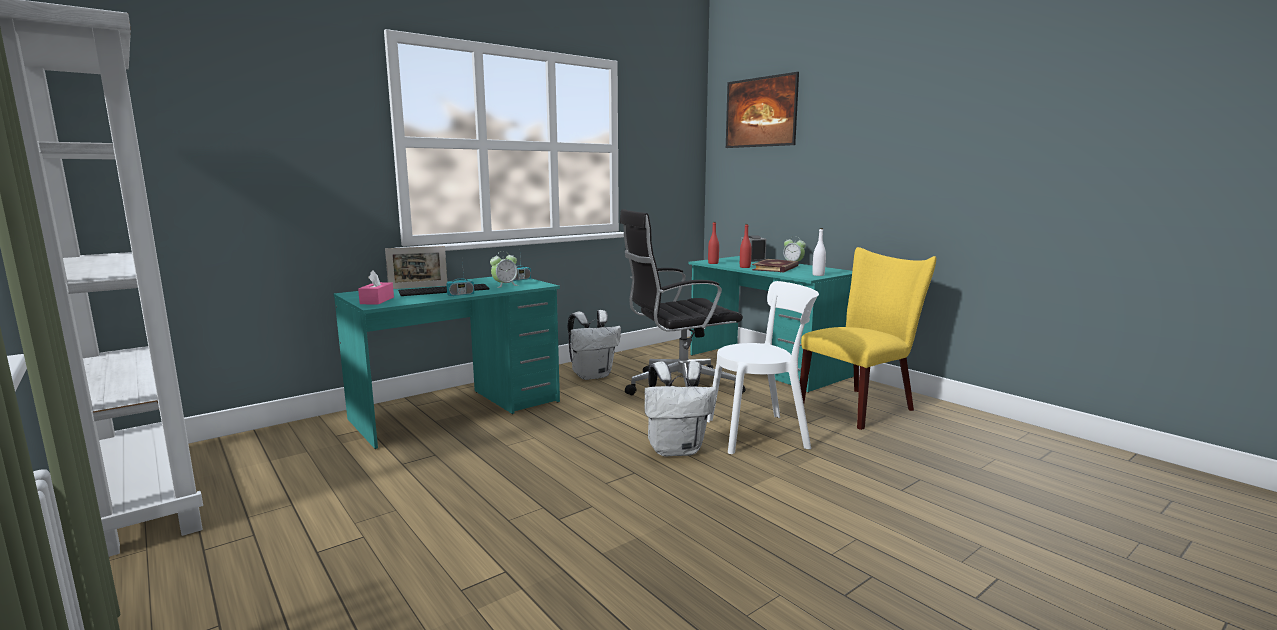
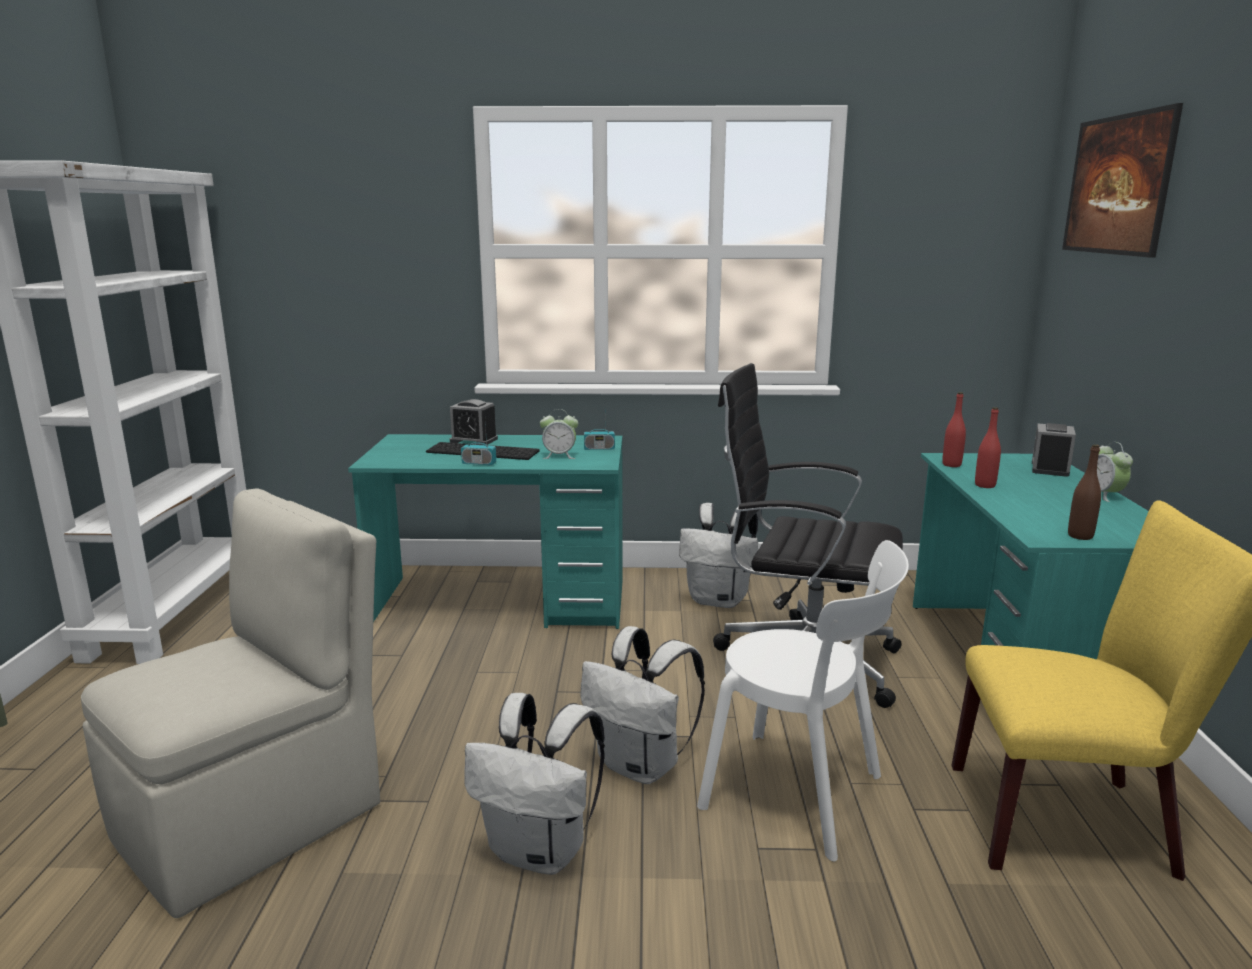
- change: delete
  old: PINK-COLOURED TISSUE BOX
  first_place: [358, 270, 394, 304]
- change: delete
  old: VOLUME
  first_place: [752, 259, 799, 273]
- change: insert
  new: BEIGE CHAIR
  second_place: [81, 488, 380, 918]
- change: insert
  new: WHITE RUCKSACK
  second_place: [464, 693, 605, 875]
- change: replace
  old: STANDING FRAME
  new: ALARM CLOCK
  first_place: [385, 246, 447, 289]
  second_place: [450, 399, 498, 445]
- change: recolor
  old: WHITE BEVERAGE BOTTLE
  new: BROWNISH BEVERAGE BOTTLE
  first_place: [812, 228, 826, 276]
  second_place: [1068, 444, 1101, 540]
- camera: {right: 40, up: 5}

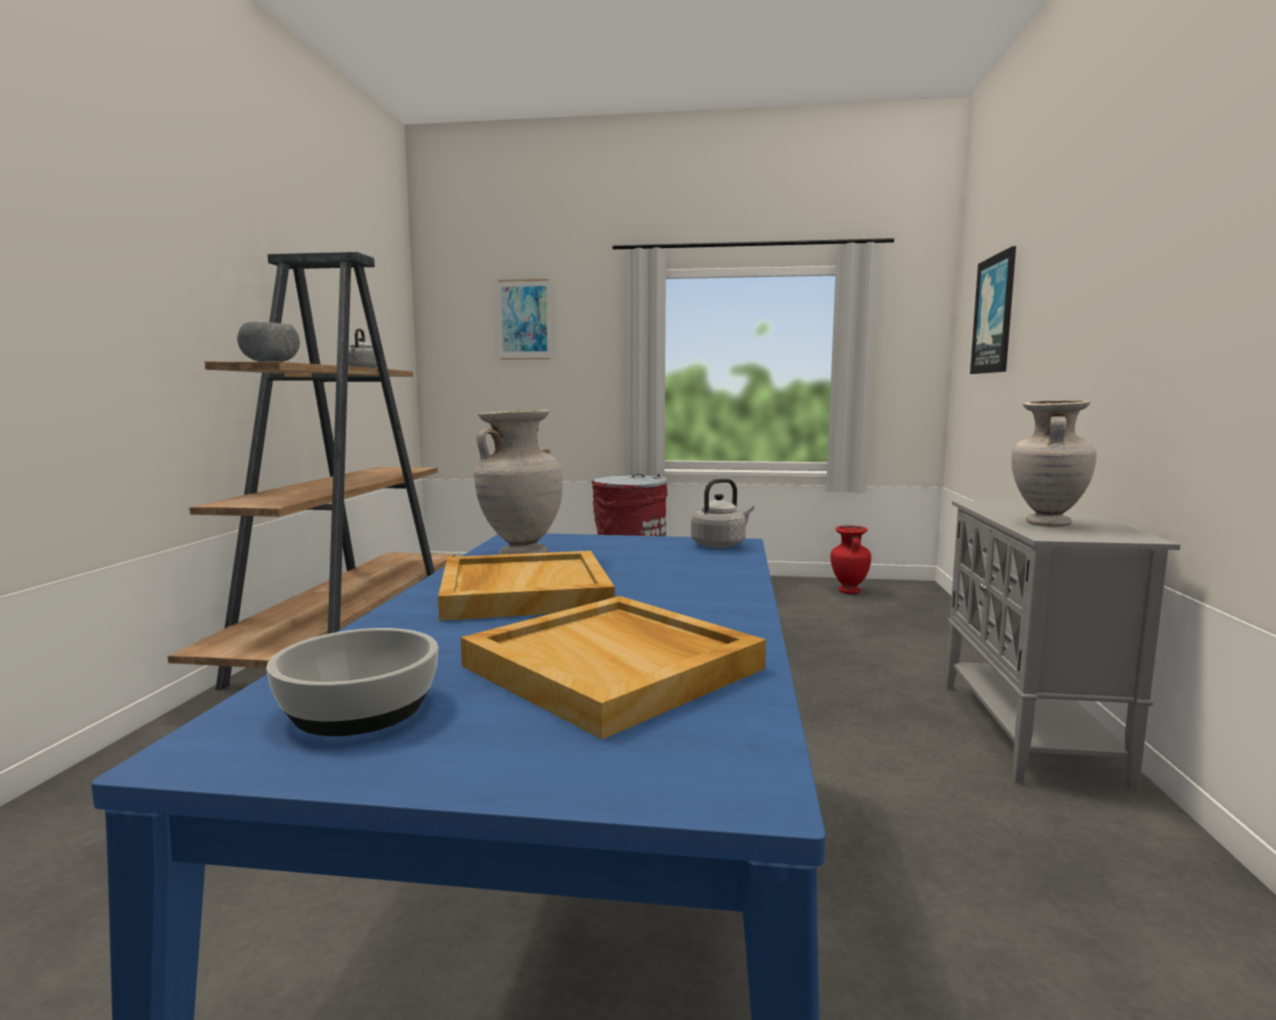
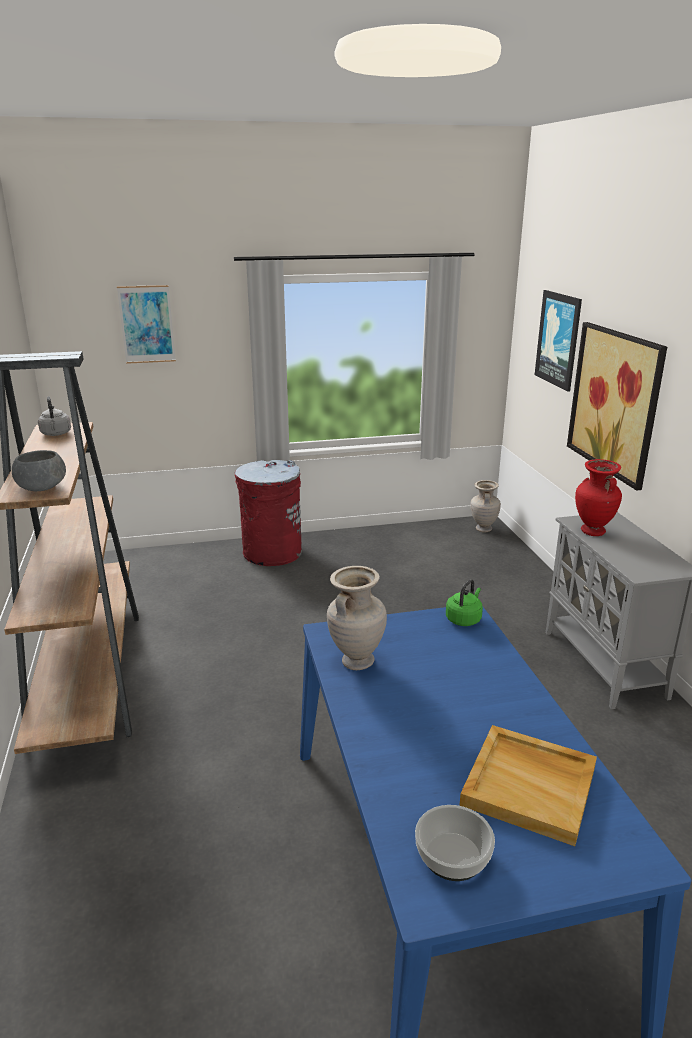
- change: delete
  old: BEIGE TRAY
  first_place: [438, 551, 615, 621]
- change: insert
  new: WALL ART
  second_place: [567, 322, 667, 491]
- change: move
  old: RED-COLOURED FLOWER VASE
  first_place: [830, 525, 871, 594]
  second_place: [575, 459, 622, 536]
- change: move
  old: BEIGE FLOWER VASE
  first_place: [1011, 401, 1097, 527]
  second_place: [470, 480, 501, 532]
- change: recolor
  old: GRAY KETTLE
  new: GREENISH KETTLE
  first_place: [691, 478, 754, 548]
  second_place: [446, 579, 483, 626]
- camera: {right: -20, up: 15}

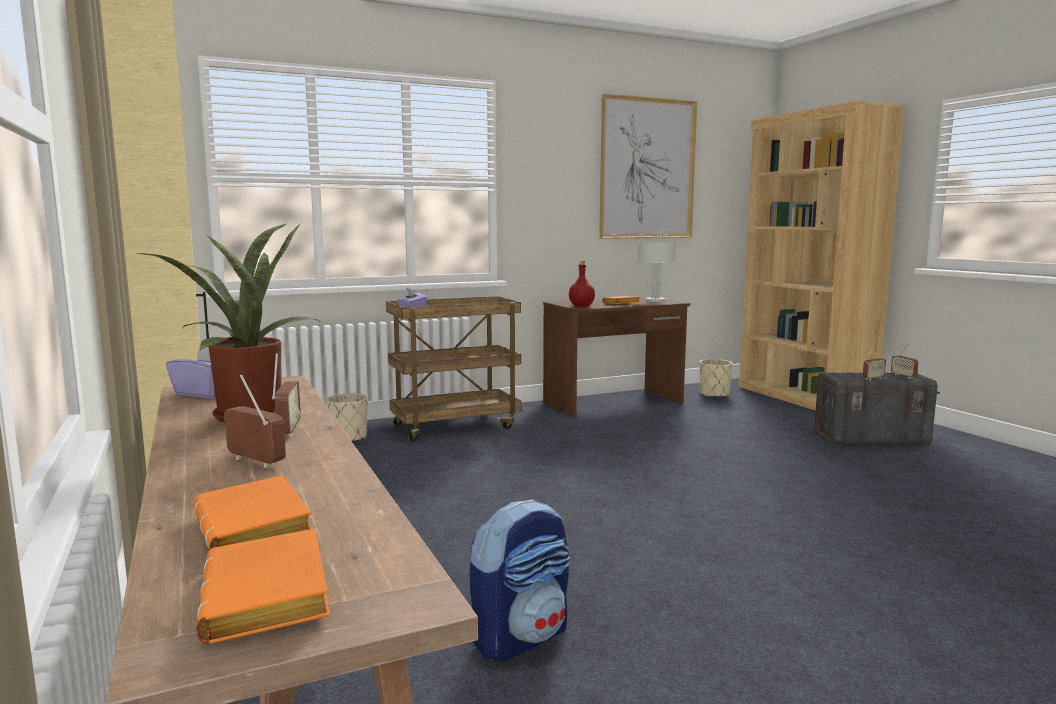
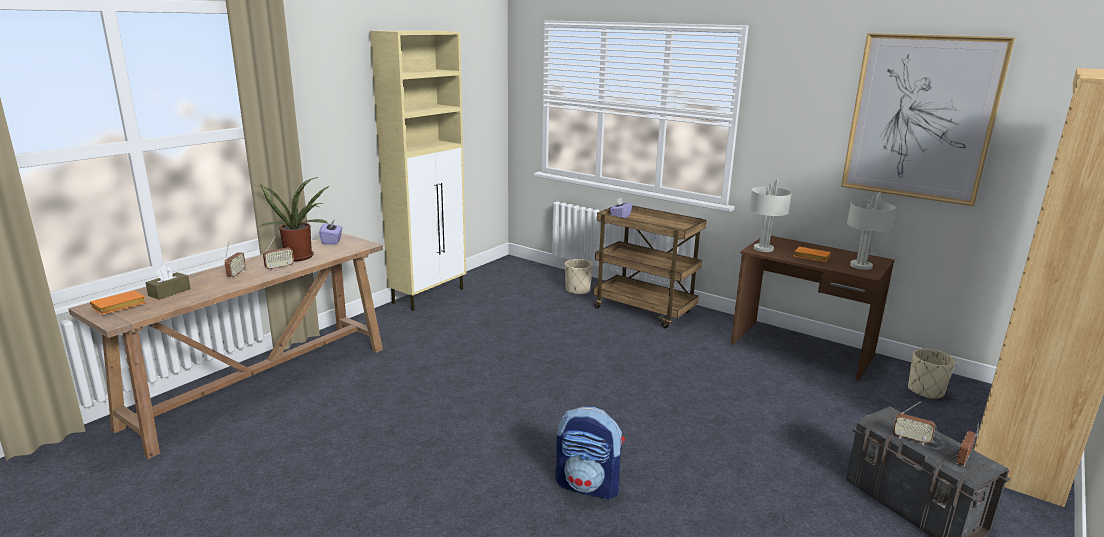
- change: move
  old: RUCKSACK
  first_place: [470, 499, 570, 661]
  second_place: [555, 406, 625, 500]
- change: replace
  old: ORANGE-COLOURED VOLUME
  new: BROWNISH TISSUE BOX
  first_place: [192, 475, 312, 550]
  second_place: [146, 265, 191, 300]
- change: replace
  old: RED-COLOURED BEVERAGE BOTTLE
  new: GRAY LAMP FOR A TABLE
  first_place: [569, 261, 595, 307]
  second_place: [749, 179, 792, 252]
- camera: {right: 60, up: 10}

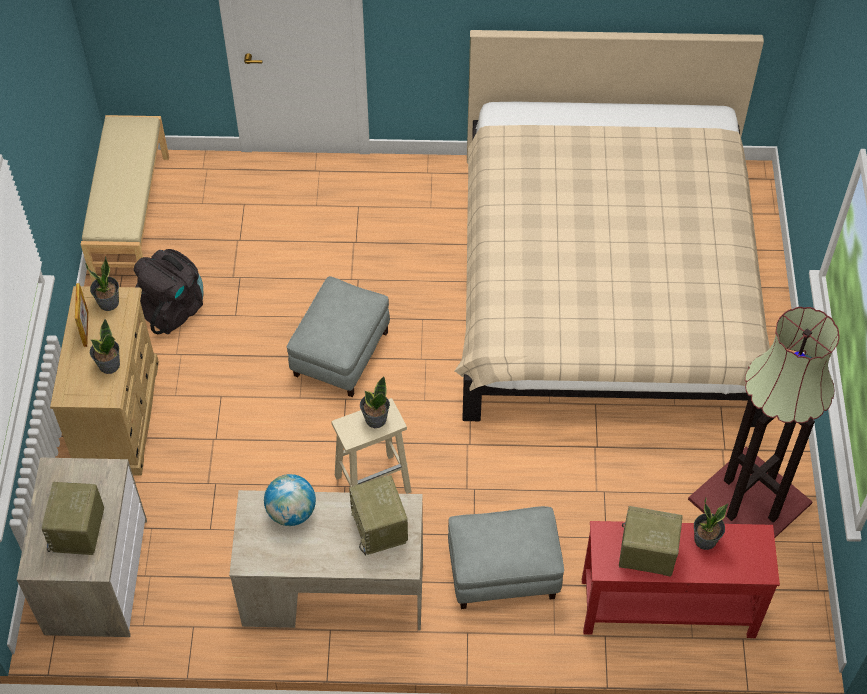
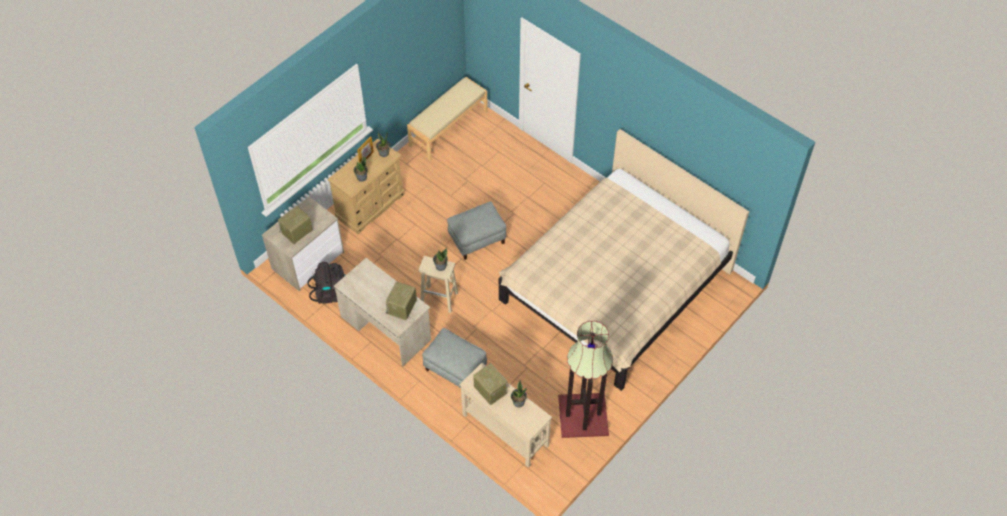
- change: delete
  old: DESK GLOBE
  first_place: [264, 474, 316, 526]
- change: move
  old: BLACKISH RUCKSACK
  first_place: [134, 249, 204, 334]
  second_place: [307, 262, 346, 304]
- change: recolor
  old: RED-COLOURED NARROW TABLE
  new: BEIGE NARROW TABLE
  first_place: [582, 521, 780, 638]
  second_place: [460, 363, 552, 468]
- camera: {right: 40, up: 0}

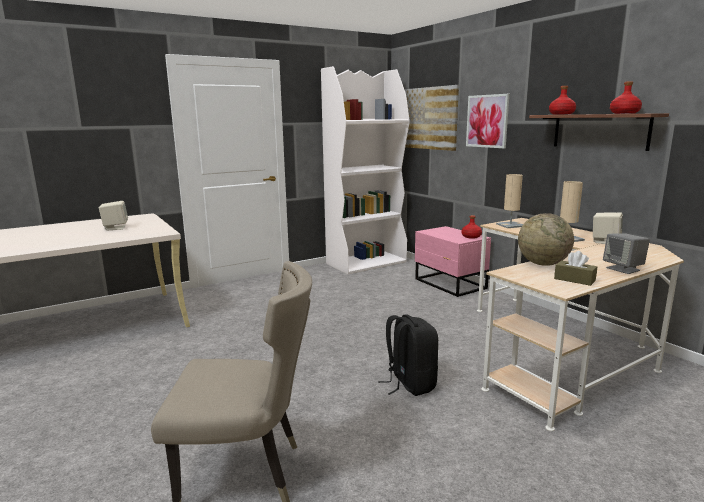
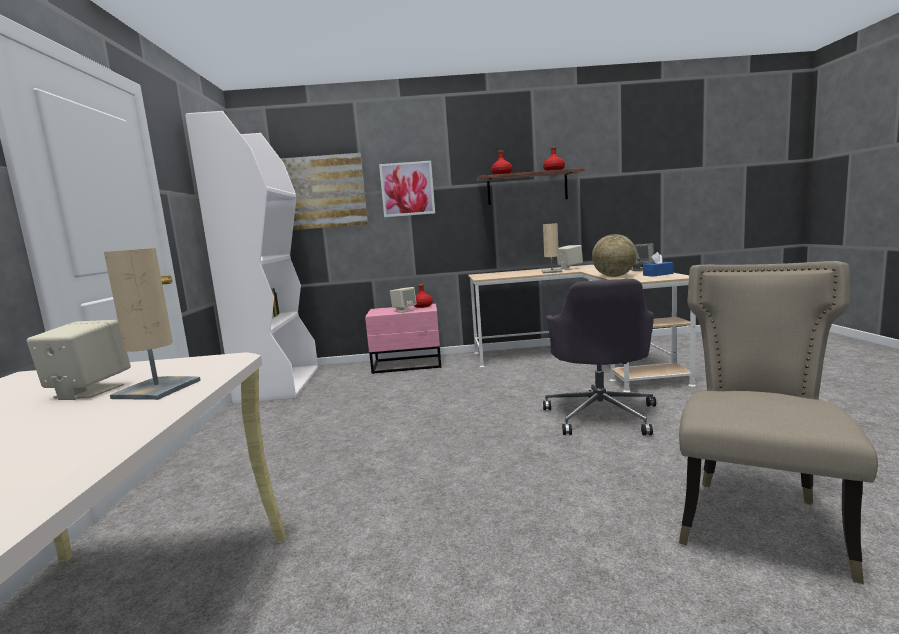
- change: insert
  new: BEIGE AUDIO SPEAKER
  second_place: [390, 287, 417, 313]
- change: move
  old: BEIGE LAMP FOR A TABLE
  first_place: [496, 174, 523, 228]
  second_place: [104, 248, 201, 400]
- change: replace
  old: BLACKISH RUCKSACK
  new: GRAY DESK CHAIR
  first_place: [378, 315, 438, 396]
  second_place: [543, 279, 656, 435]
- change: recolor
  old: BROWNISH TISSUE BOX
  new: BLUE-COLOURED TISSUE BOX
  first_place: [554, 251, 597, 286]
  second_place: [643, 252, 674, 277]
- camera: {right: -60, up: -5}

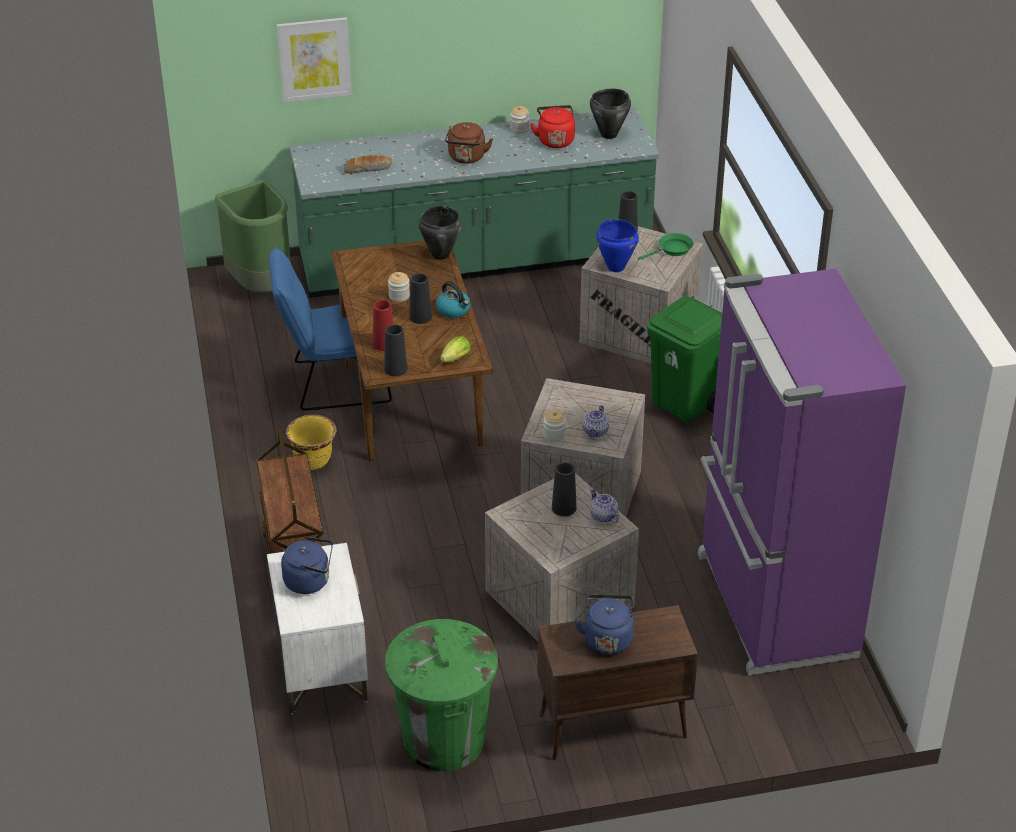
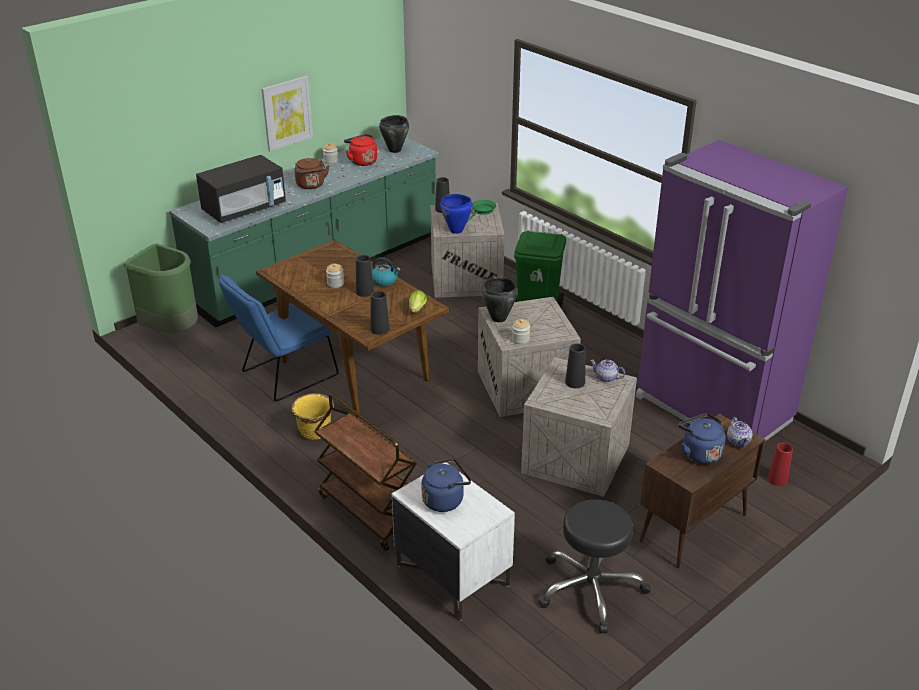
- change: move
  old: WALL ART
  first_place: [277, 17, 352, 102]
  second_place: [262, 76, 313, 151]
- change: move
  old: RED-COLOURED FLOWER VASE
  first_place: [373, 300, 393, 351]
  second_place: [768, 443, 793, 486]
- change: move
  old: BLACKISH STOCKPOT
  first_place: [419, 206, 461, 260]
  second_place: [481, 276, 518, 322]
- change: move
  old: POT FOR TEA
  first_place: [583, 405, 609, 437]
  second_place: [727, 417, 752, 447]
- change: replace
  old: BREAD
  new: BLACKISH MICROWAVE
  first_place: [344, 155, 392, 173]
  second_place: [196, 155, 286, 223]
- change: replace
  old: GREENISH RUBBISH BIN
  new: BLACKISH STOOL
  first_place: [385, 619, 498, 771]
  second_place: [539, 499, 651, 633]
- camera: {right: -30, up: -5}

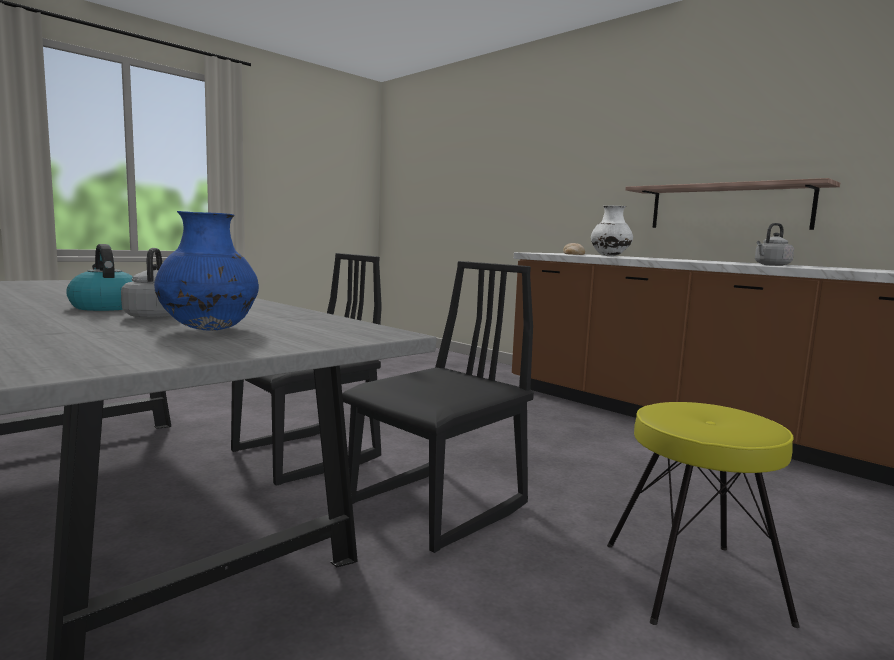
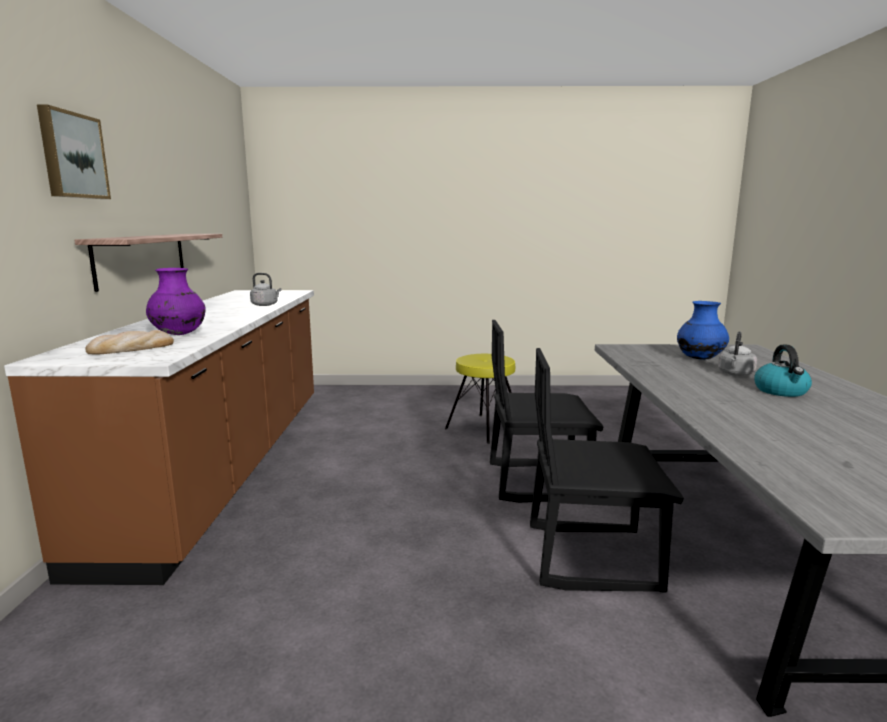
- change: insert
  new: WALL ART
  second_place: [37, 105, 111, 199]
- change: recolor
  old: WHITE FLOWER VASE
  new: PURPLE-COLOURED FLOWER VASE
  first_place: [591, 206, 633, 256]
  second_place: [146, 268, 206, 335]
- camera: {right: -135, up: 5}

